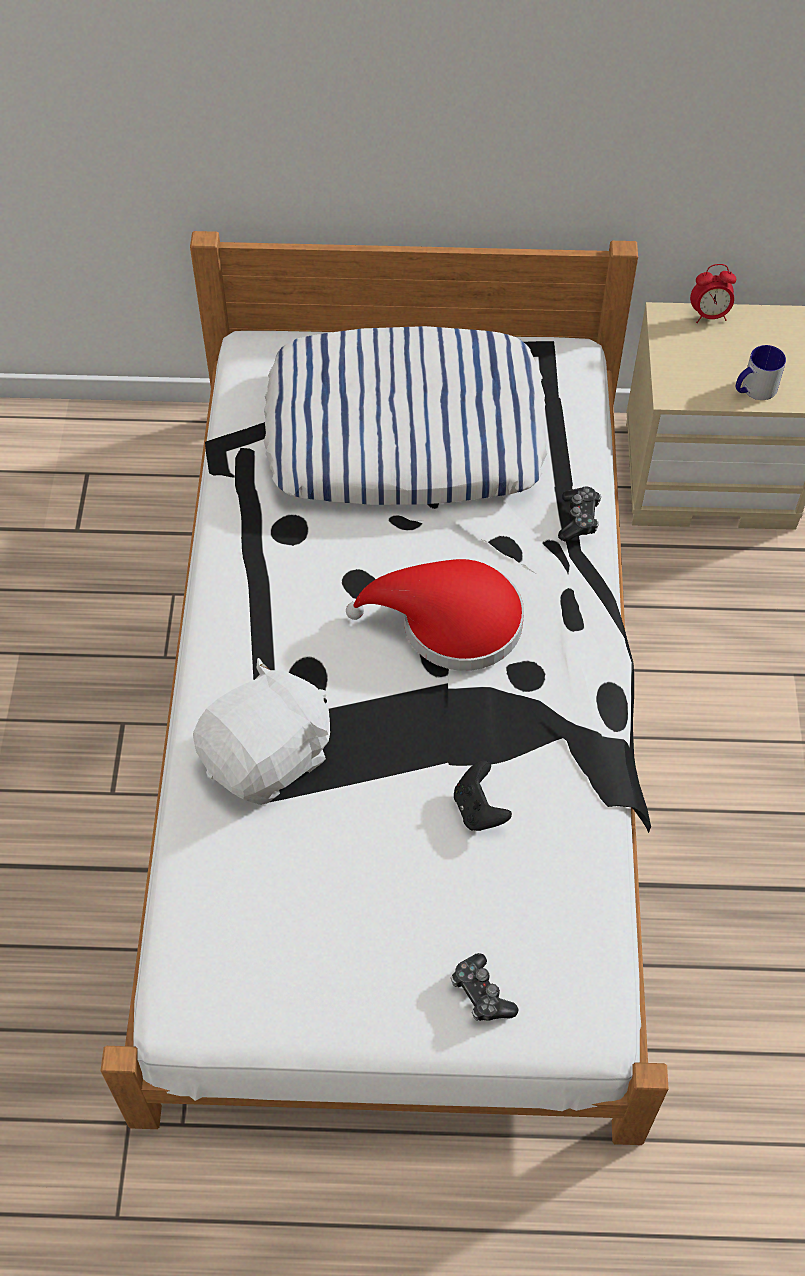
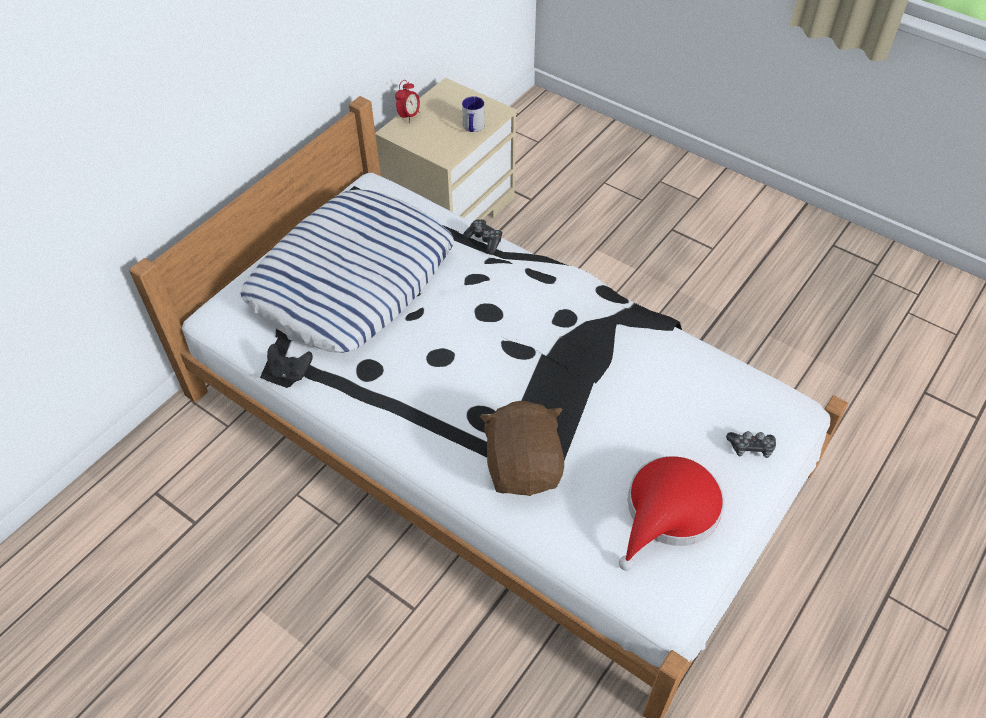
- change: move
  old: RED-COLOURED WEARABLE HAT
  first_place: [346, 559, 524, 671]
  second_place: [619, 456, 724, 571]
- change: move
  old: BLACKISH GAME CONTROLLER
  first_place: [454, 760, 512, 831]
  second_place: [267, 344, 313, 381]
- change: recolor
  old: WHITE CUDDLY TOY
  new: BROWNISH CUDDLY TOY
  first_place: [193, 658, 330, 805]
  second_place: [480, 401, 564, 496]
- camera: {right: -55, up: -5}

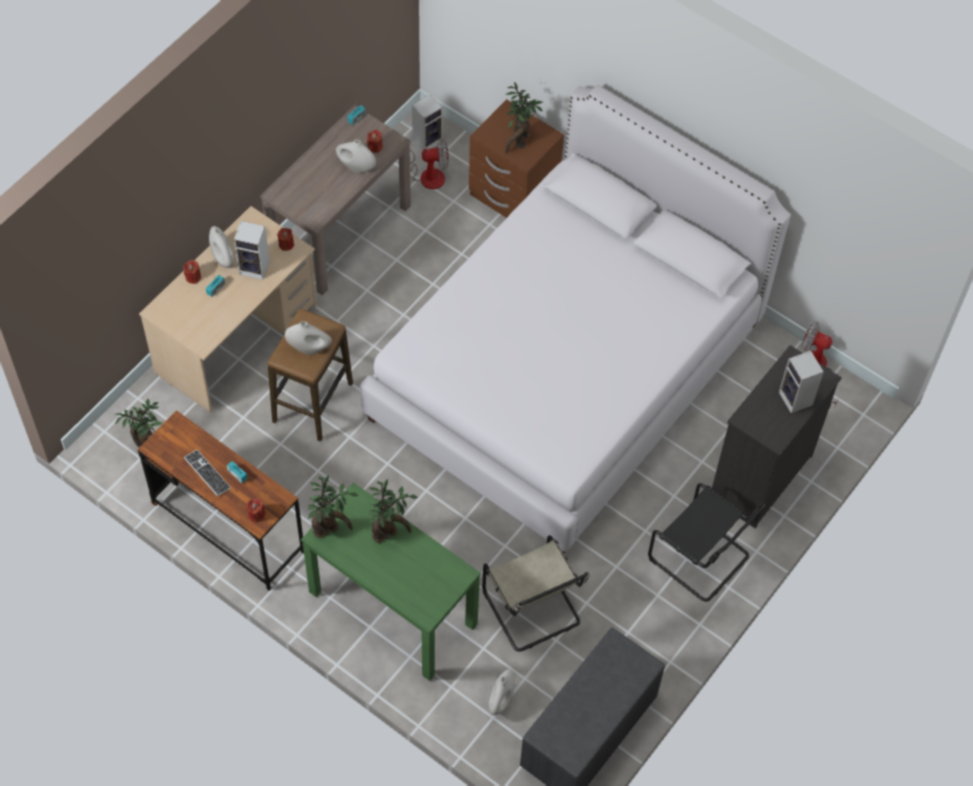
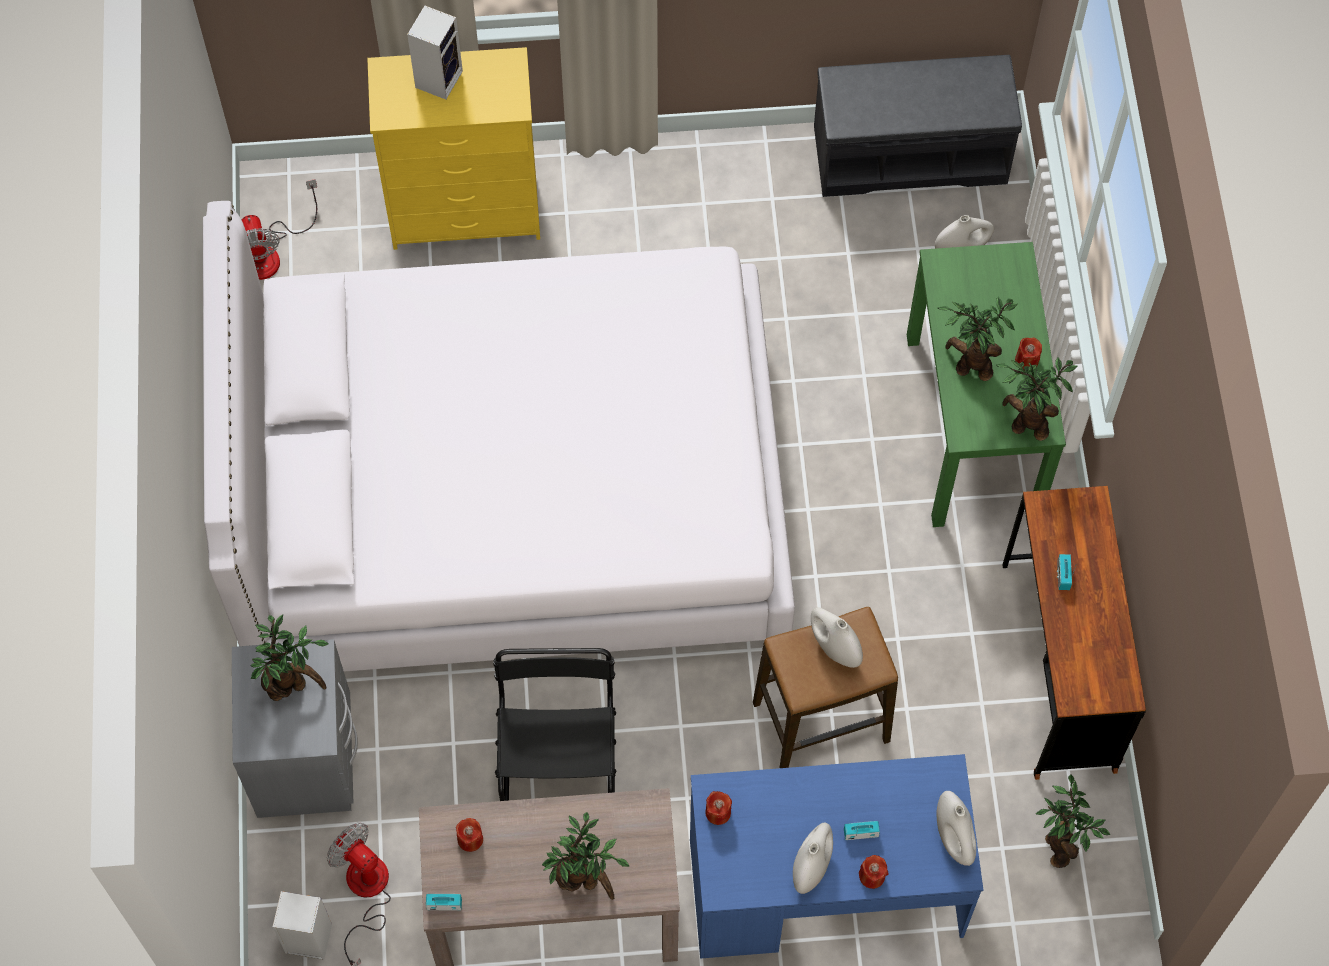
- change: delete
  old: KEYBOARD
  first_place: [184, 450, 231, 496]
- change: delete
  old: AUDIO SPEAKER
  first_place: [234, 221, 270, 280]
- change: delete
  old: BEIGE CHAIR
  first_place: [482, 535, 590, 652]
- change: insert
  new: HOUSEPLANT
  second_place: [542, 812, 630, 900]
- change: move
  old: RED-COLOURED CANDLE
  first_place: [246, 498, 265, 523]
  second_place: [1015, 338, 1042, 371]
- change: move
  old: WHITE FLOWER VASE
  first_place: [336, 139, 376, 173]
  second_place: [937, 791, 976, 866]
- change: move
  old: BLACKISH CHAIR
  first_place: [648, 483, 766, 602]
  second_place: [493, 648, 616, 801]
- change: recolor
  old: BEIGE DESK UNIT
  new: BLUE-COLOURED DESK UNIT
  first_place: [139, 206, 316, 413]
  second_place: [690, 754, 983, 959]
- change: recolor
  old: BROWNISH BEDSIDE TABLE
  new: GRAY BEDSIDE TABLE
  first_place: [469, 99, 564, 218]
  second_place: [232, 639, 358, 818]
- change: recolor
  old: BLACKISH DRESSER
  new: YELLOW-COLOURED DRESSER
  first_place: [712, 345, 842, 529]
  second_place: [367, 47, 540, 250]
- camera: {right: -130, up: 5}

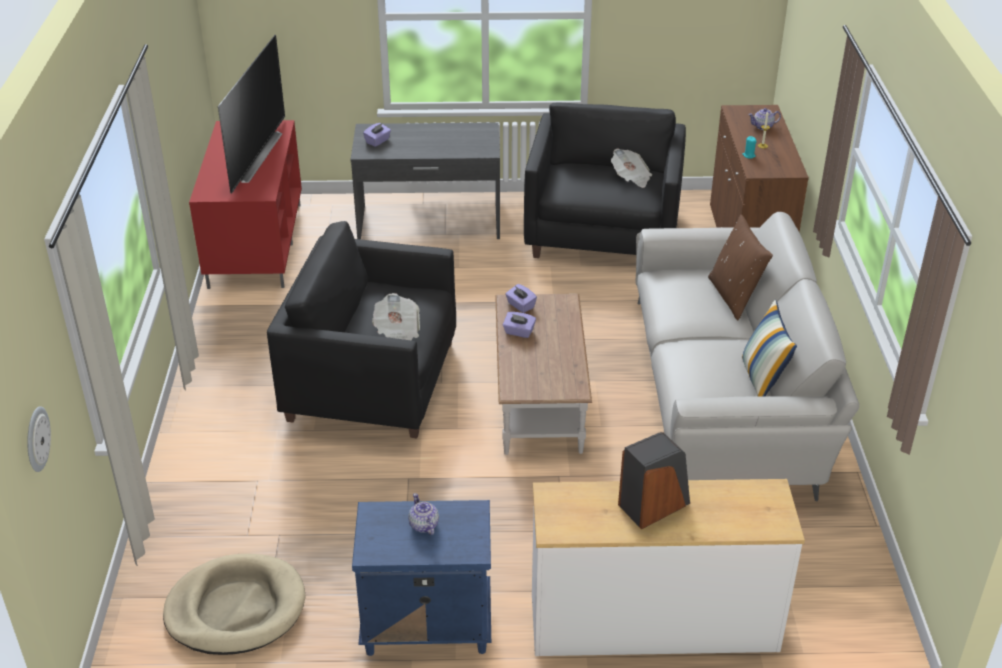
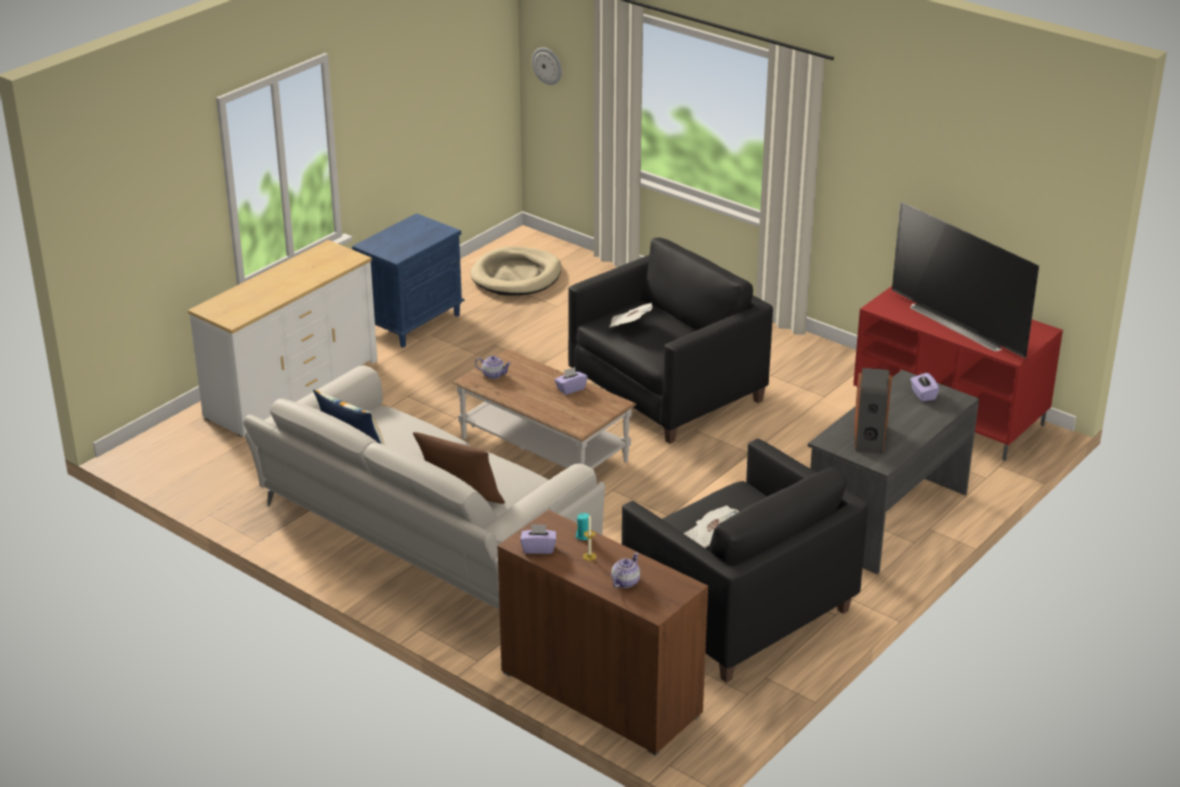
- change: move
  old: POT FOR TEA
  first_place: [408, 493, 439, 535]
  second_place: [475, 356, 511, 379]
- change: move
  old: PURPLE-COLOURED TISSUE BOX
  first_place: [505, 284, 537, 313]
  second_place: [520, 524, 556, 554]
- change: move
  old: AUDIO SPEAKER
  first_place: [618, 432, 690, 529]
  second_place: [854, 368, 892, 454]
- camera: {right: 130, up: -5}

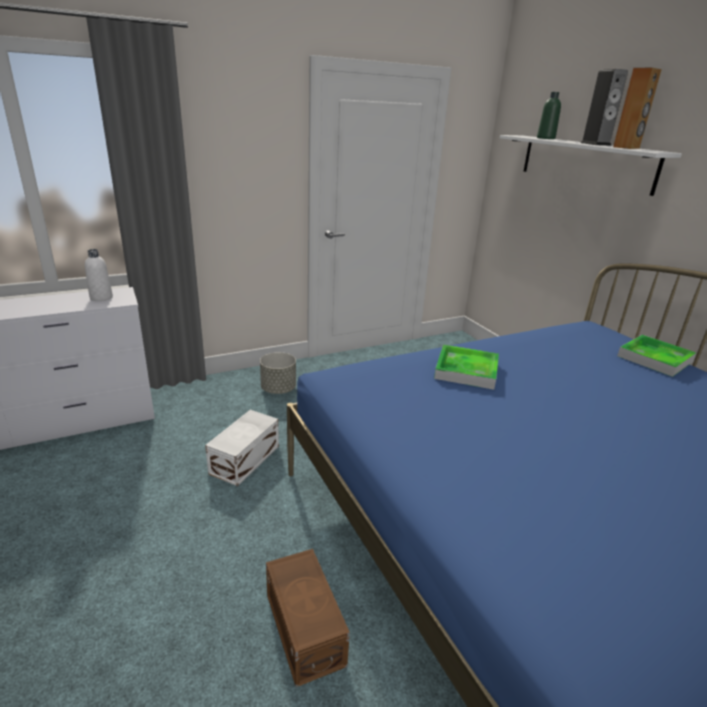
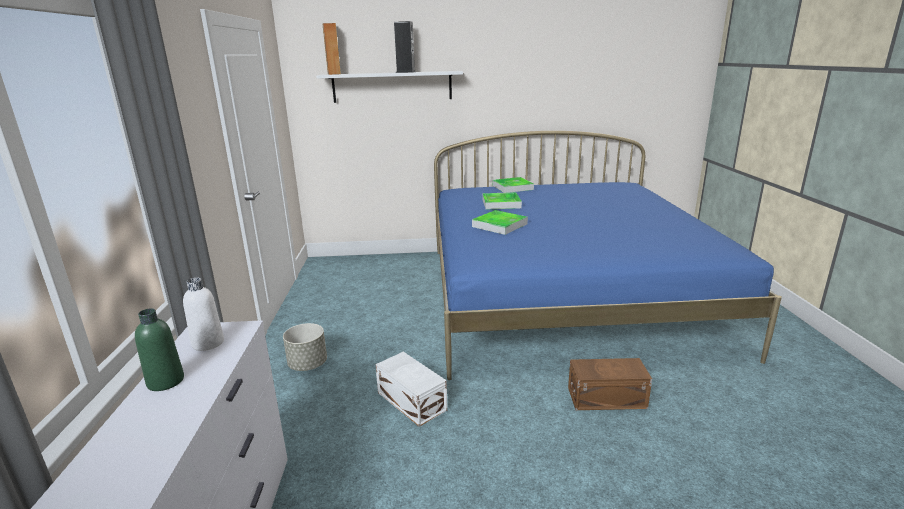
- change: insert
  new: TRAY
  second_place: [482, 192, 522, 210]
- change: move
  old: GREENISH BEVERAGE BOTTLE
  first_place: [537, 92, 561, 139]
  second_place: [135, 308, 184, 391]
- change: move
  old: BROWNISH AUDIO SPEAKER
  first_place: [613, 68, 662, 149]
  second_place: [323, 23, 341, 75]
- camera: {right: -65, up: -5}

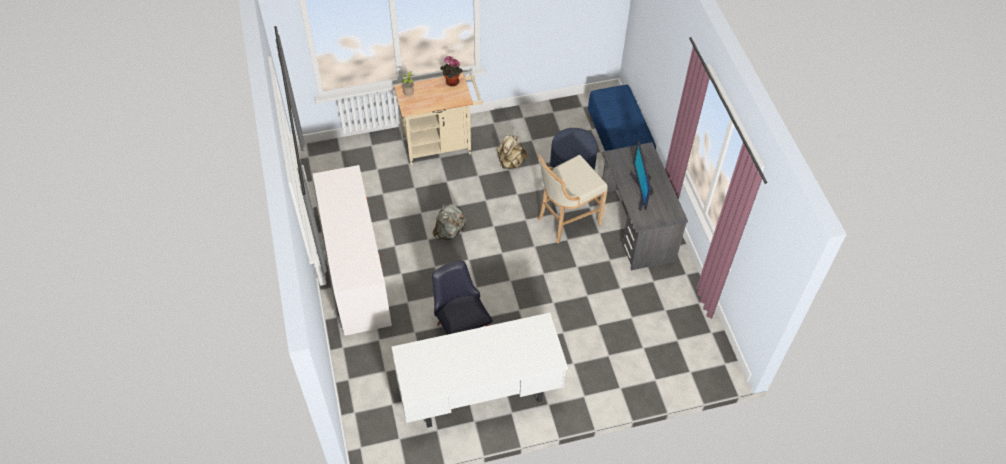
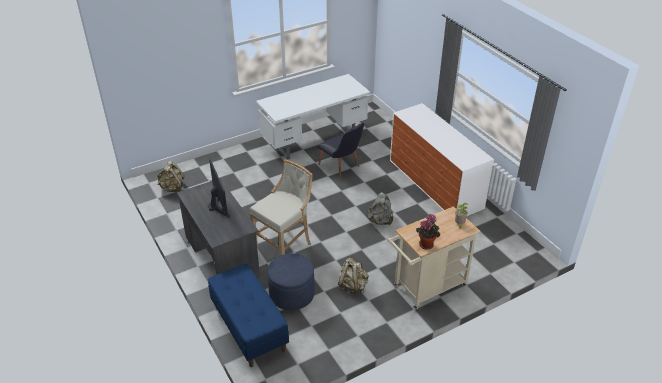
- change: insert
  new: BEIGE RUCKSACK
  second_place: [157, 161, 185, 192]
- camera: {right: 165, up: -15}

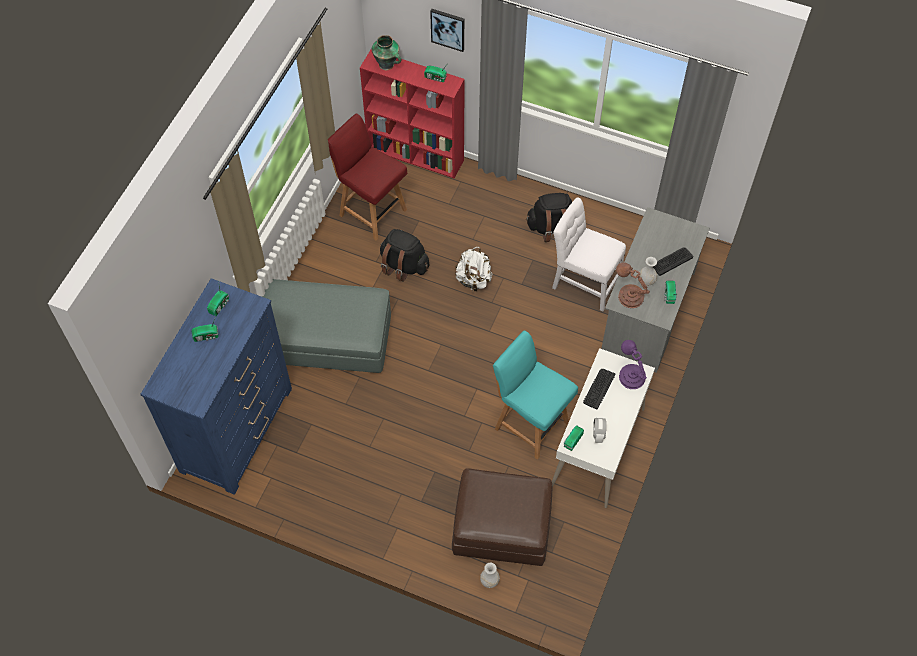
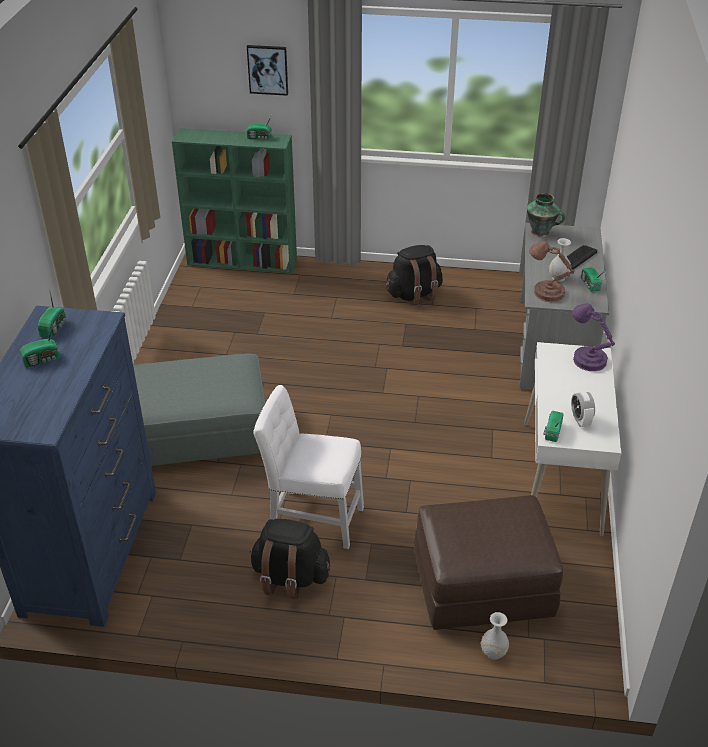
- change: delete
  old: RED-COLOURED CHAIR
  first_place: [328, 114, 407, 240]
- change: delete
  old: WHITE RUCKSACK
  first_place: [455, 247, 492, 293]
- change: delete
  old: TURQUOISE CHAIR
  first_place: [493, 330, 578, 460]
- change: delete
  old: KEYBOARD
  first_place: [583, 369, 615, 410]
- change: move
  old: FLOWER VASE
  first_place: [372, 35, 401, 70]
  second_place: [527, 193, 565, 238]
- change: move
  old: BLACKISH RUCKSACK
  first_place: [380, 229, 429, 281]
  second_place: [250, 519, 330, 599]
- change: move
  old: WHITE CHAIR
  first_place: [552, 197, 626, 311]
  second_place: [253, 385, 364, 549]
- change: recolor
  old: RED-COLOURED BOOKSHELF
  new: GREENISH BOOKSHELF
  first_place: [360, 49, 465, 179]
  second_place: [172, 128, 297, 273]
- camera: {right: -15, up: -20}

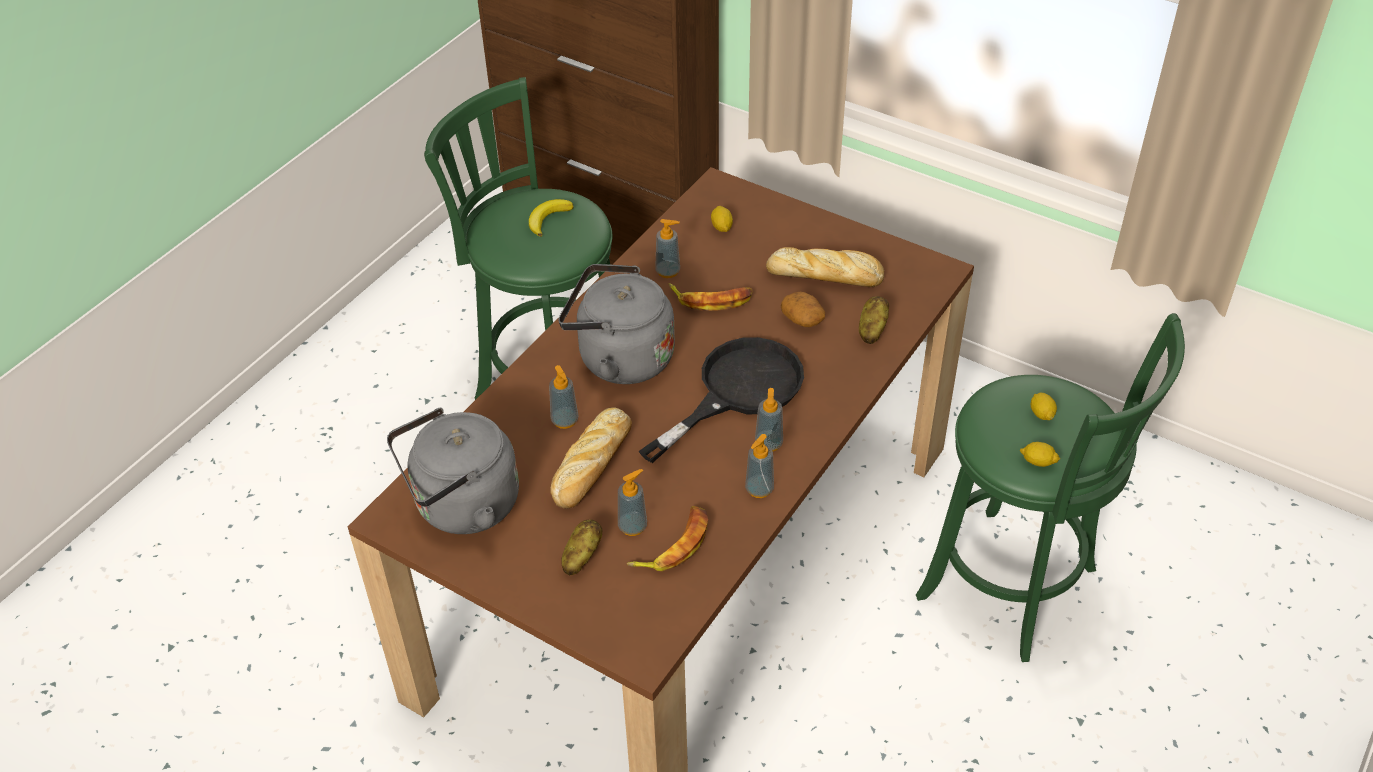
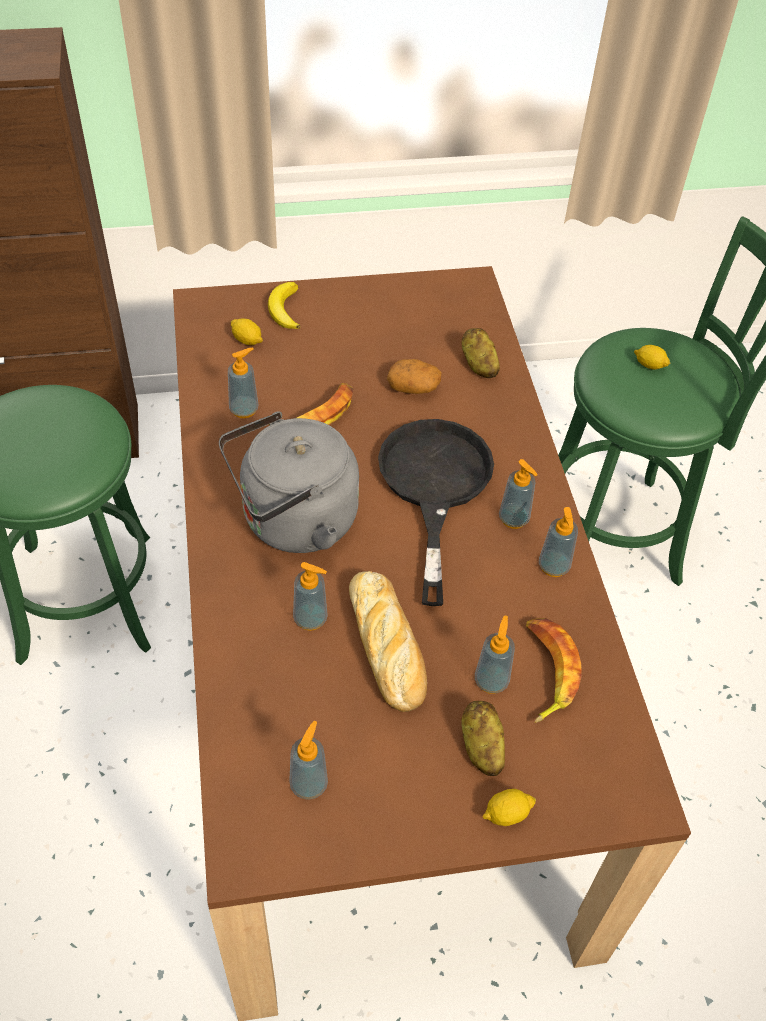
- change: delete
  old: BREAD
  first_place: [766, 247, 884, 287]
- change: move
  old: BANANA FRUIT
  first_place: [529, 199, 573, 237]
  second_place: [268, 282, 300, 329]
- change: move
  old: WHOLE LEMON
  first_place: [1020, 442, 1060, 467]
  second_place: [483, 789, 536, 826]
- change: replace
  old: GRAY KETTLE
  new: SOAP BOTTLE
  first_place: [387, 408, 519, 534]
  second_place: [289, 721, 328, 800]
- camera: {right: -45, up: 5}

